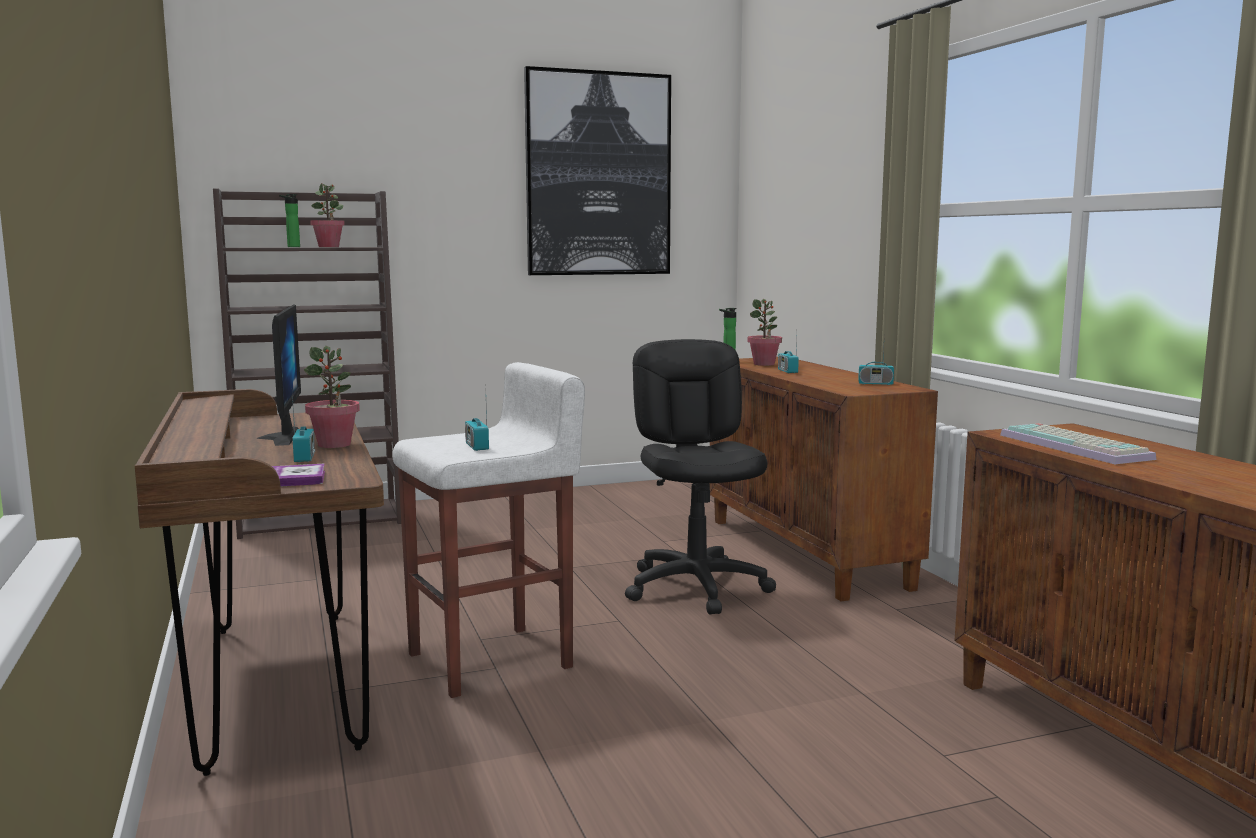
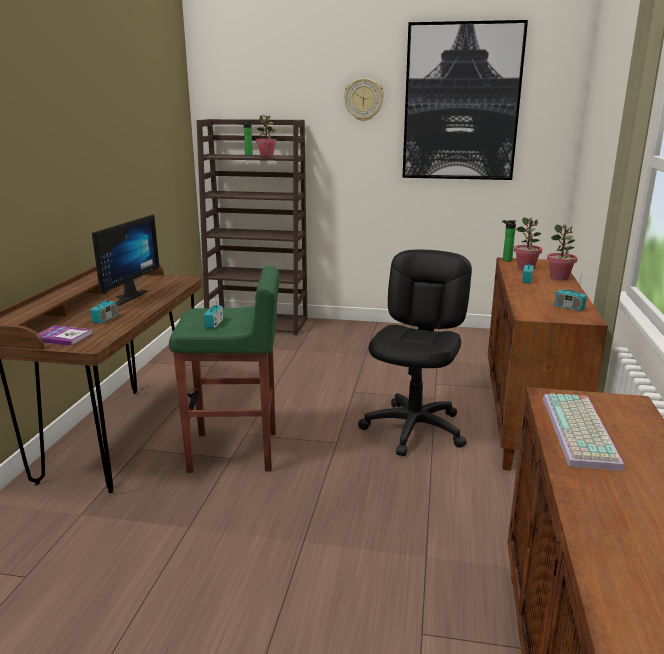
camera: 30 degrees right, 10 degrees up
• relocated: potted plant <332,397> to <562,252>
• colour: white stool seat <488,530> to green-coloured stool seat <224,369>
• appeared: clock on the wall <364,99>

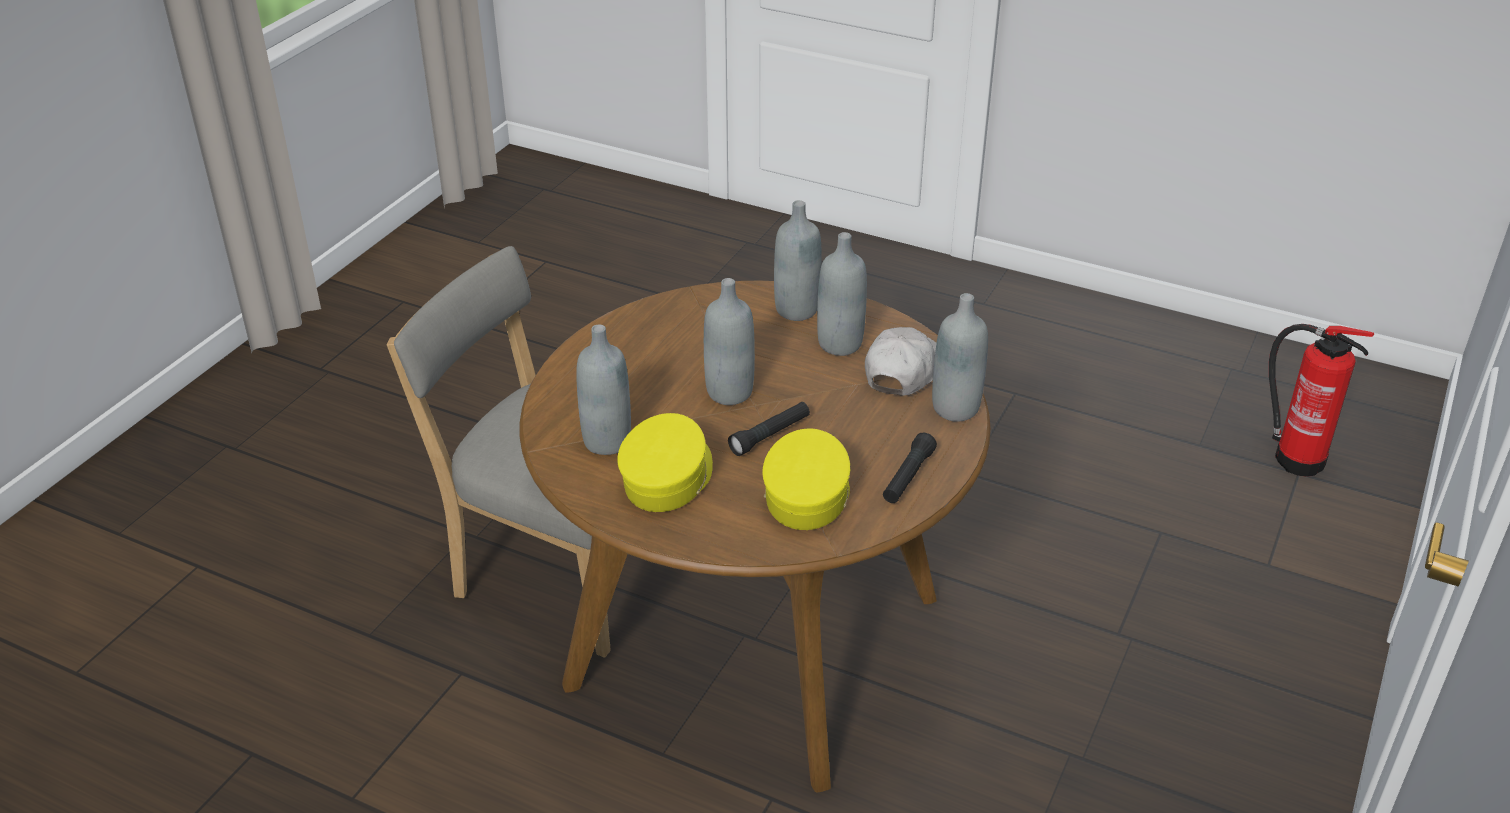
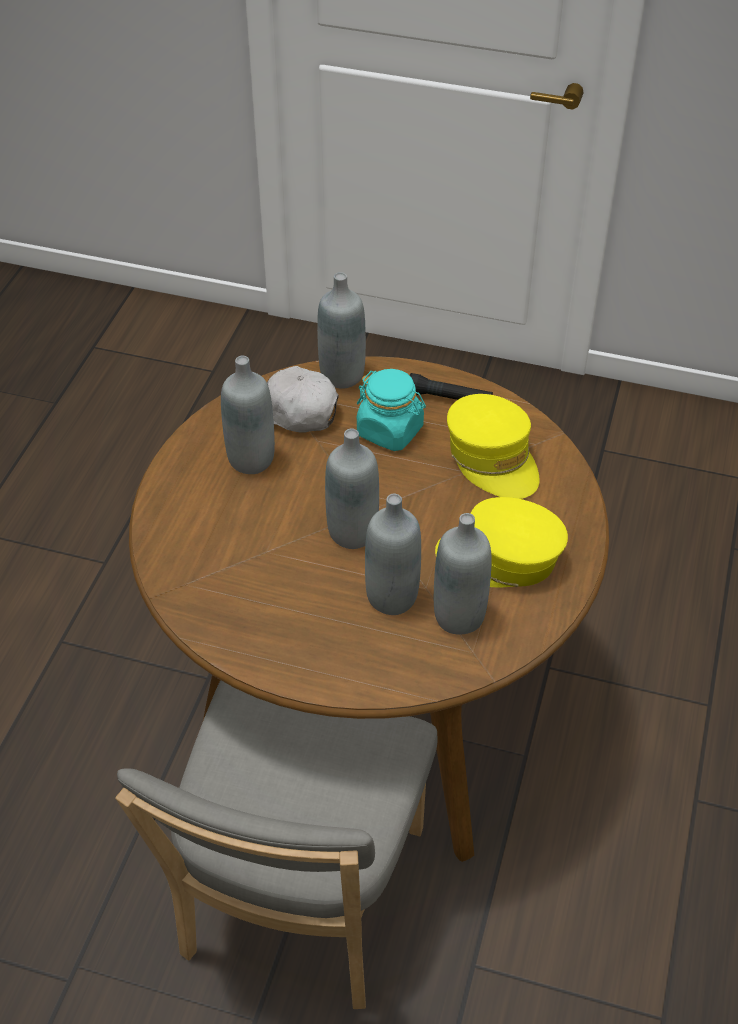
camera: 100 degrees left, 10 degrees up
• missing: black-coloured hand torch <769,429>
• spun: yellow cap <806,479> = <493,446> 120 degrees counterclockwise
• relocated: greyish drink bottle <798,260> to <393,554>
• missing: fire extinguisher <1321,400>
• appeared: blue-green jar <391,410>

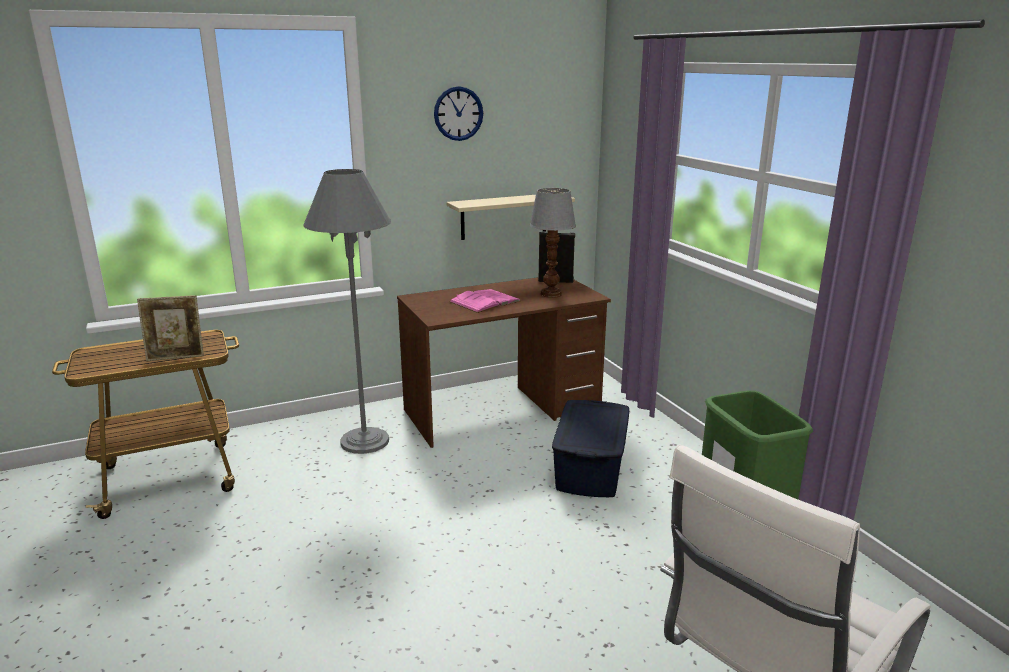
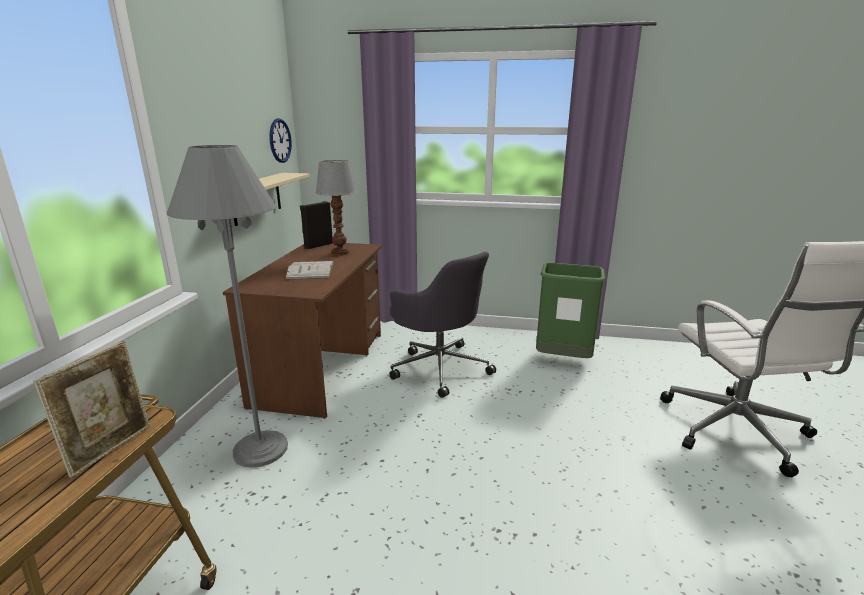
camera: 55 degrees left, 0 degrees up
• relocated: clock on the wall <458,113> to <280,140>
• colour: pink-coloured book <485,301> to white book <309,270>
• exchanged: bluish storage bin <590,448> to greyish desk chair <442,325>

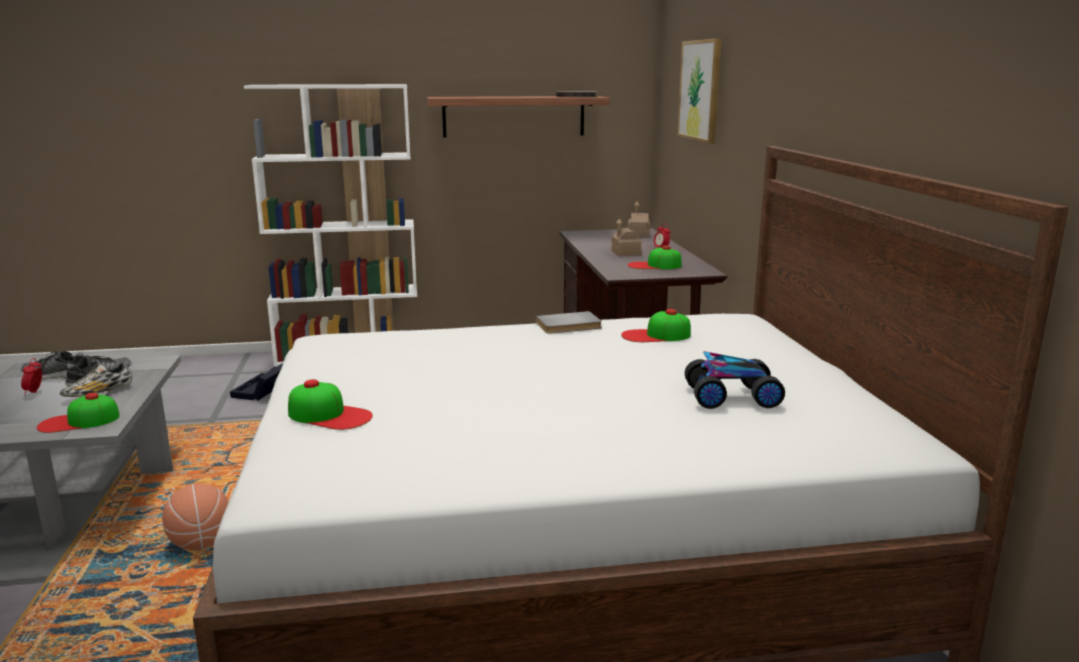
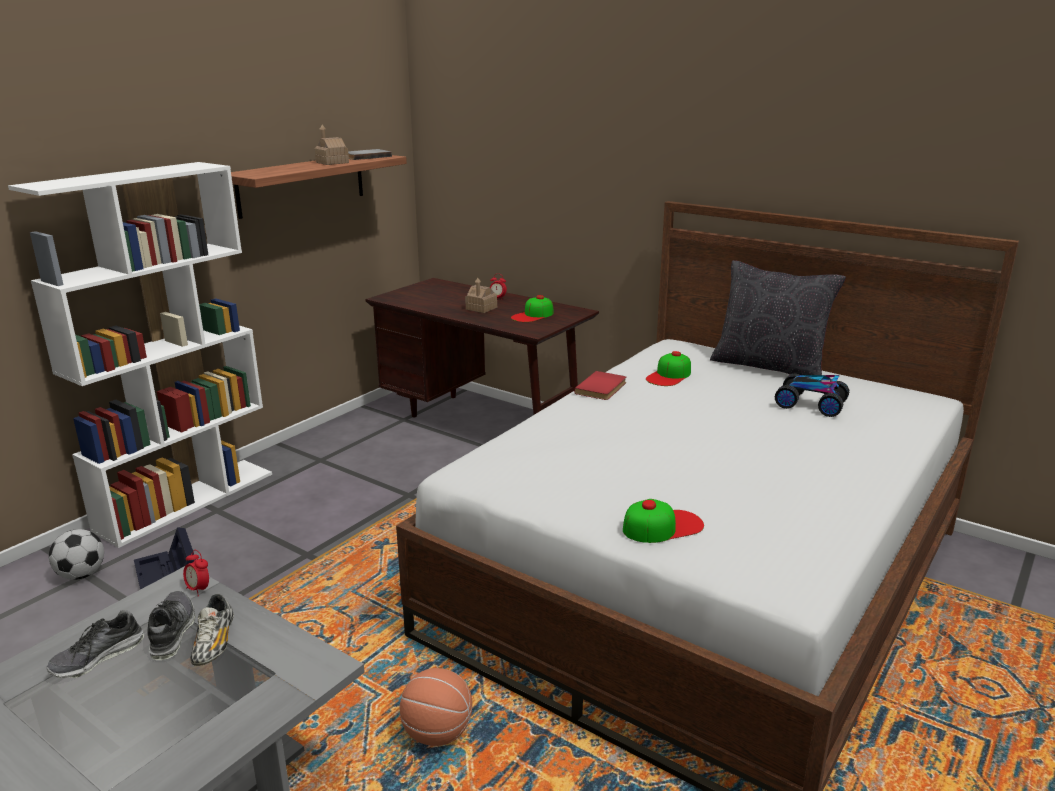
camera: 45 degrees left, 5 degrees up
• relocated: table clock <31,377> to <196,573>
• missing: cap <78,413>
• colour: greyish book <568,322> to reddish book <600,385>
• relocated: toy house <639,219> to <332,145>
• missing: wall art <699,90>
• spun: model car <734,380> = <812,395> 105 degrees counterclockwise
• appeared: football ball <76,554>
• appeared: black-coloured throw pillow <778,317>

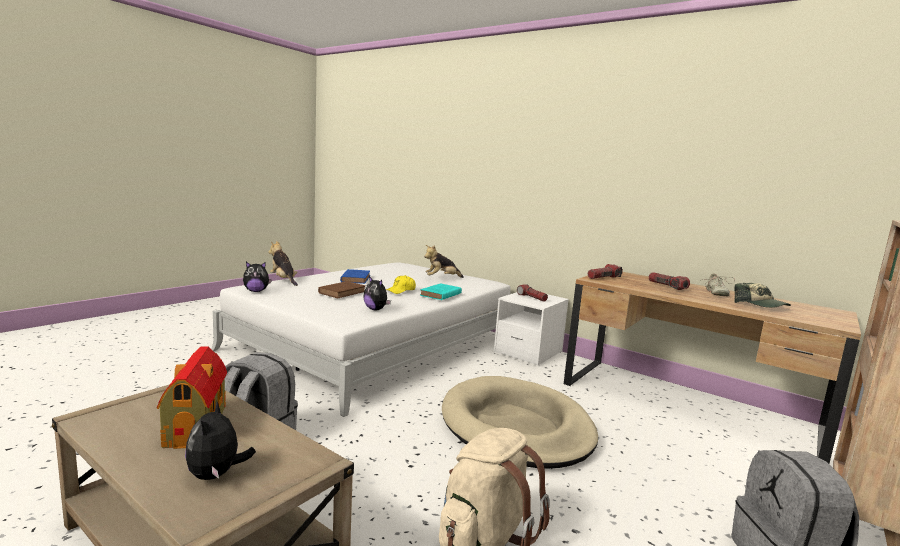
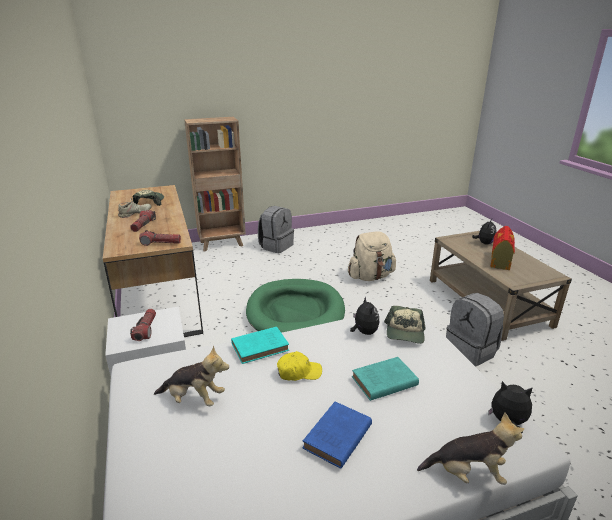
camera: 145 degrees left, 15 degrees up
• spun: plush toy <283,263> = <470,448> 75 degrees counterclockwise
• colour: brownish book <341,289> to blue-green book <385,379>
• colour: beige-coloured dog bed <520,422> to green-coloured dog bed <295,306>
• appeared: cap <405,325>

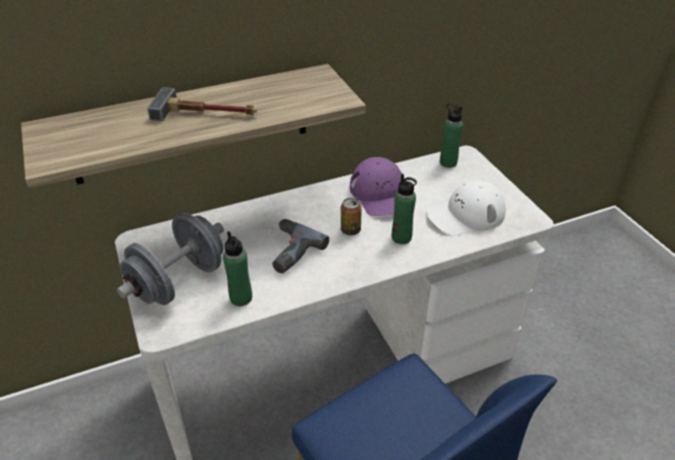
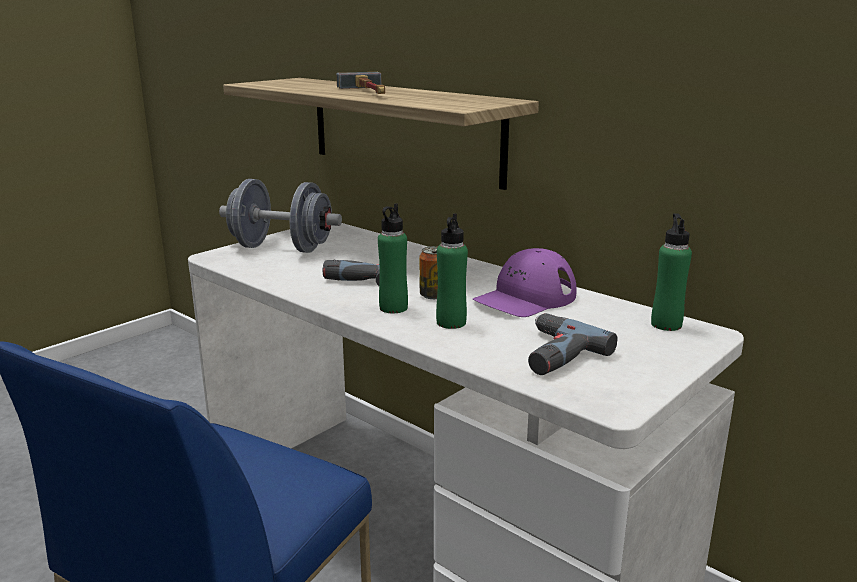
camera: 65 degrees right, 20 degrees down
• relocated: green-coloured drink bottle <237,268> to <393,258>
• exchanged: white cap <466,208> to drill <572,344>

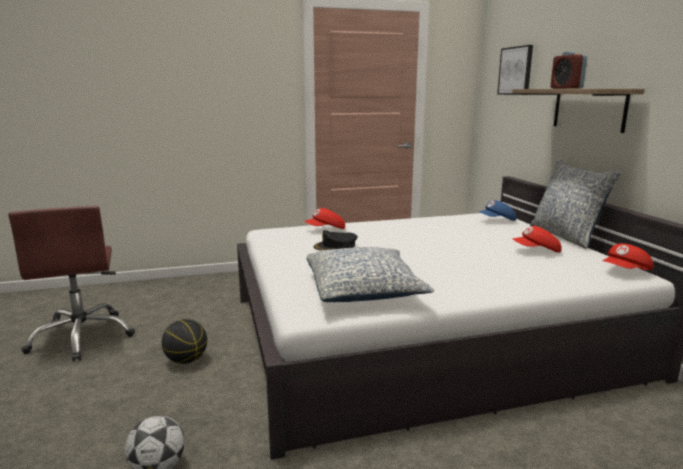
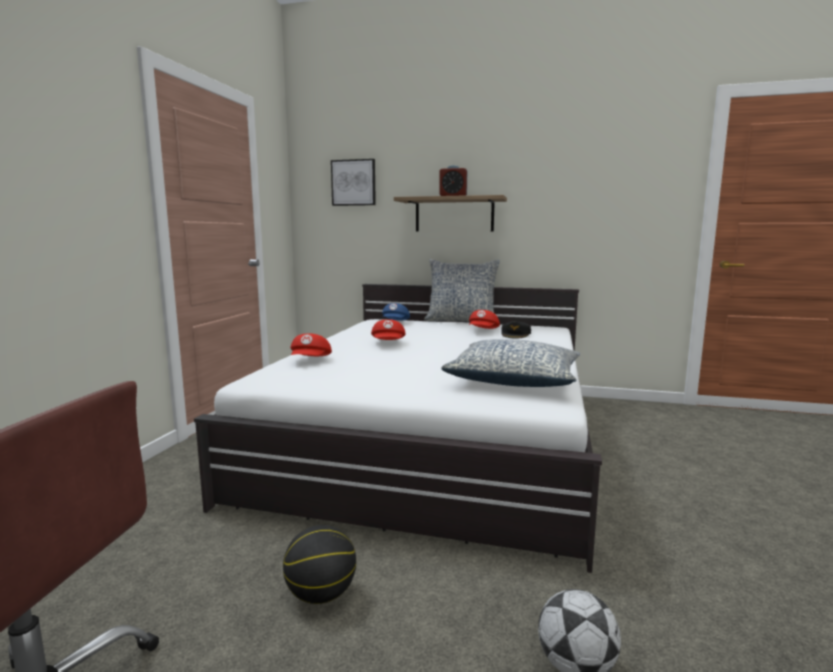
camera: 60 degrees left, 5 degrees down
• relocated: black-coloured cap <336,240> to <516,330>
• relocated: reddish cap <628,256> to <388,329>

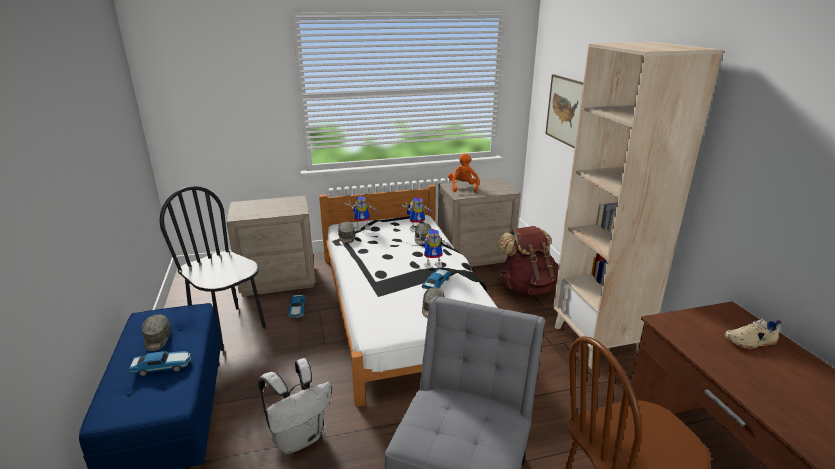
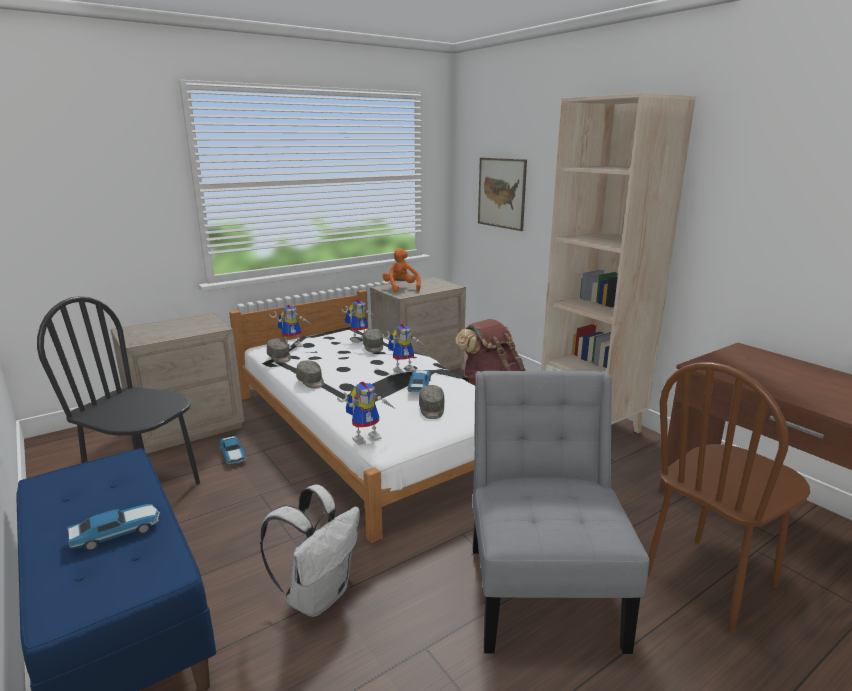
camera: 20 degrees left, 5 degrees down
• relocated: greyish cap <156,332> to <310,374>
• missing: beige-coloured item of footwear <753,334>
• appeared: robot figure <365,413>

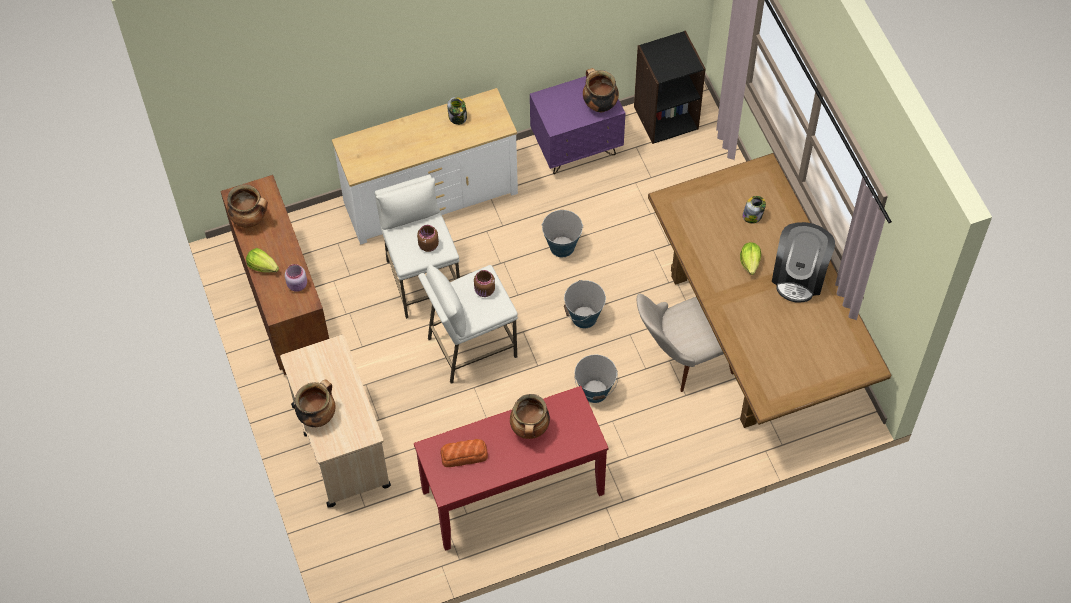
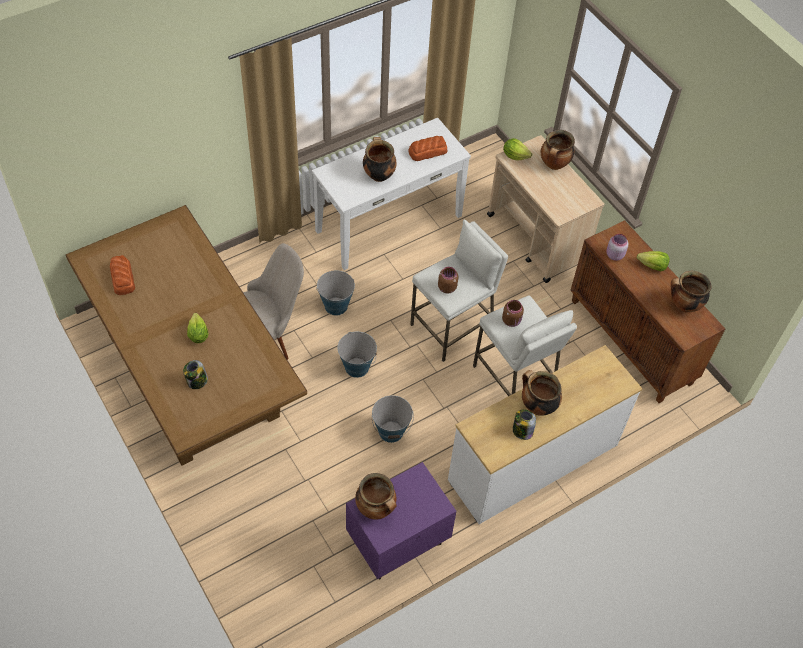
camera: 165 degrees right, 5 degrees down
• colour: reddish hall table <511,468> to white hall table <391,194>
• missing: black-coloured bookshelf <670,87>
• missing: coffee maker <803,262>
• appeared: baked bread <122,275>
• appeared: lettuce <517,149>
• appeared: stockpot <542,393>

